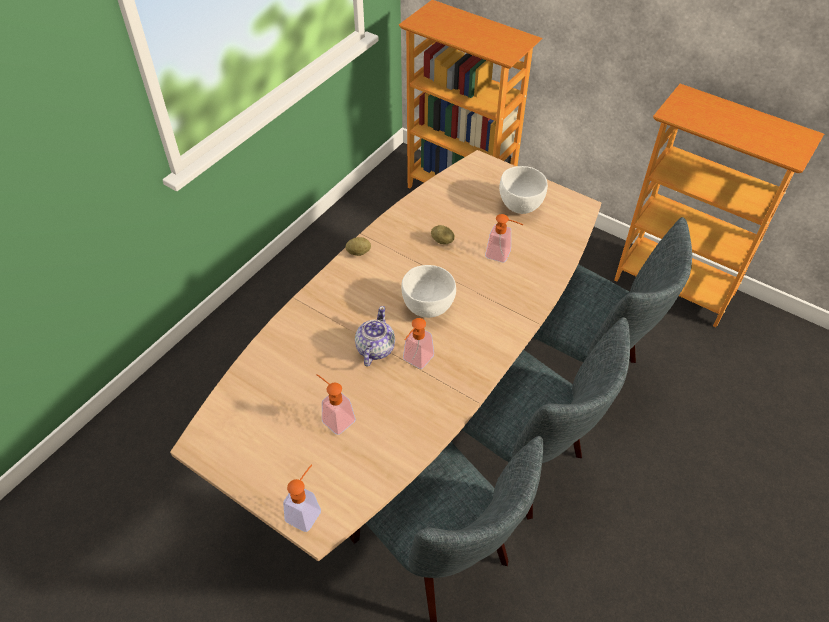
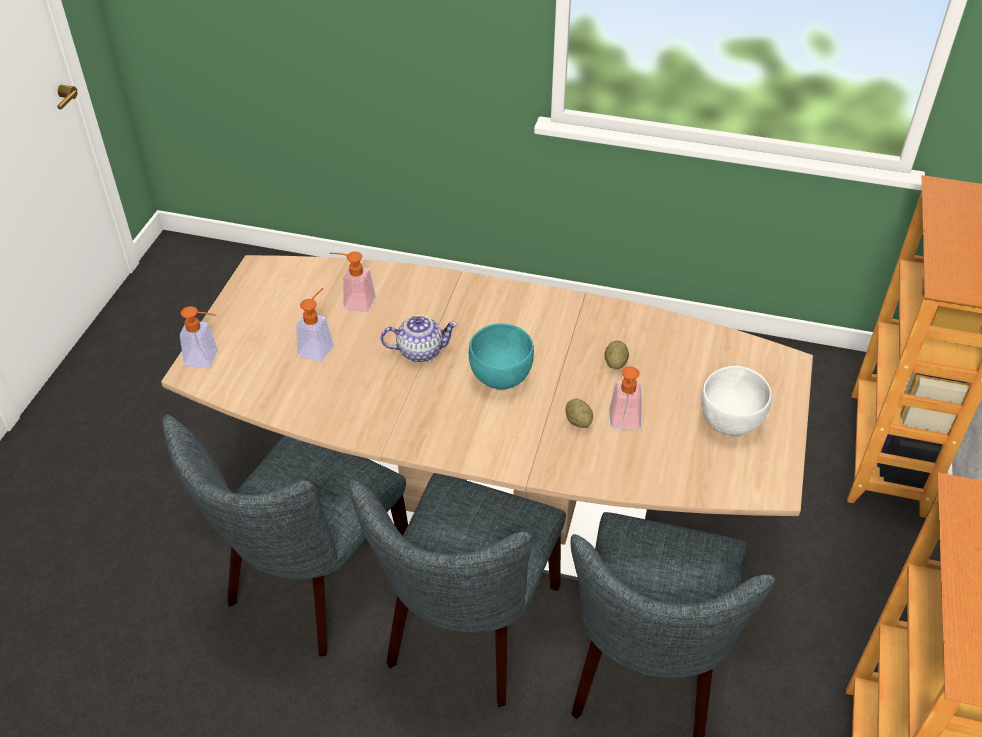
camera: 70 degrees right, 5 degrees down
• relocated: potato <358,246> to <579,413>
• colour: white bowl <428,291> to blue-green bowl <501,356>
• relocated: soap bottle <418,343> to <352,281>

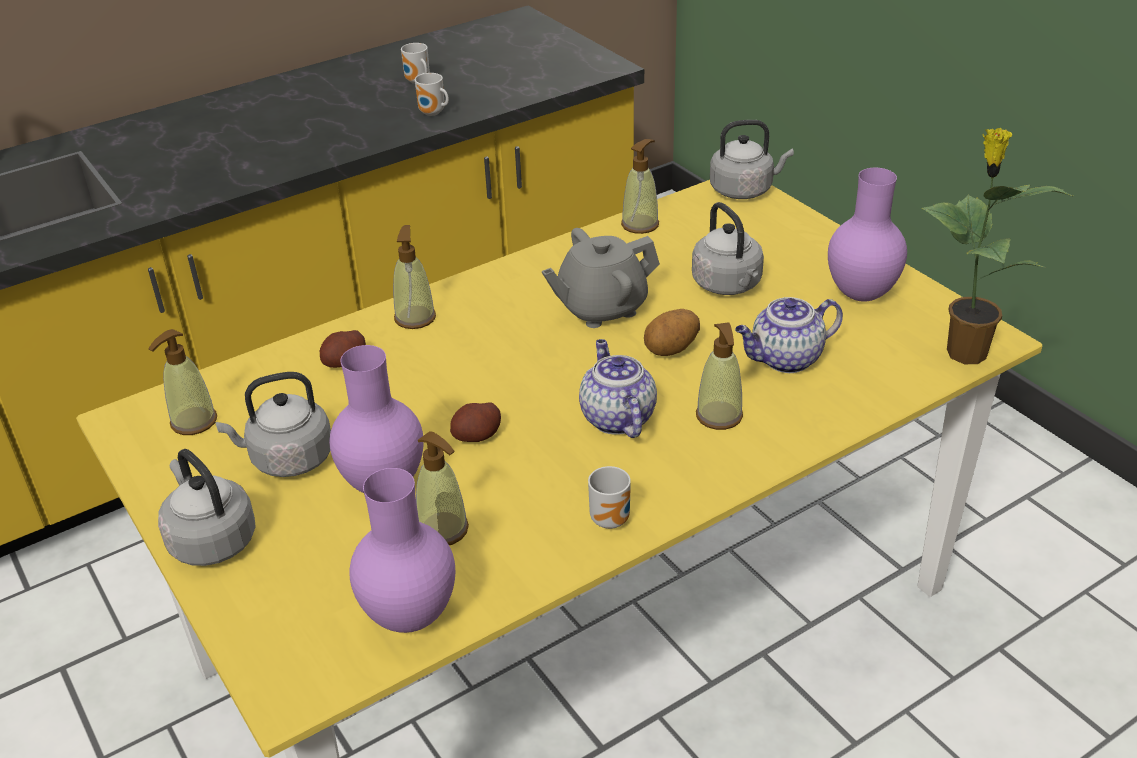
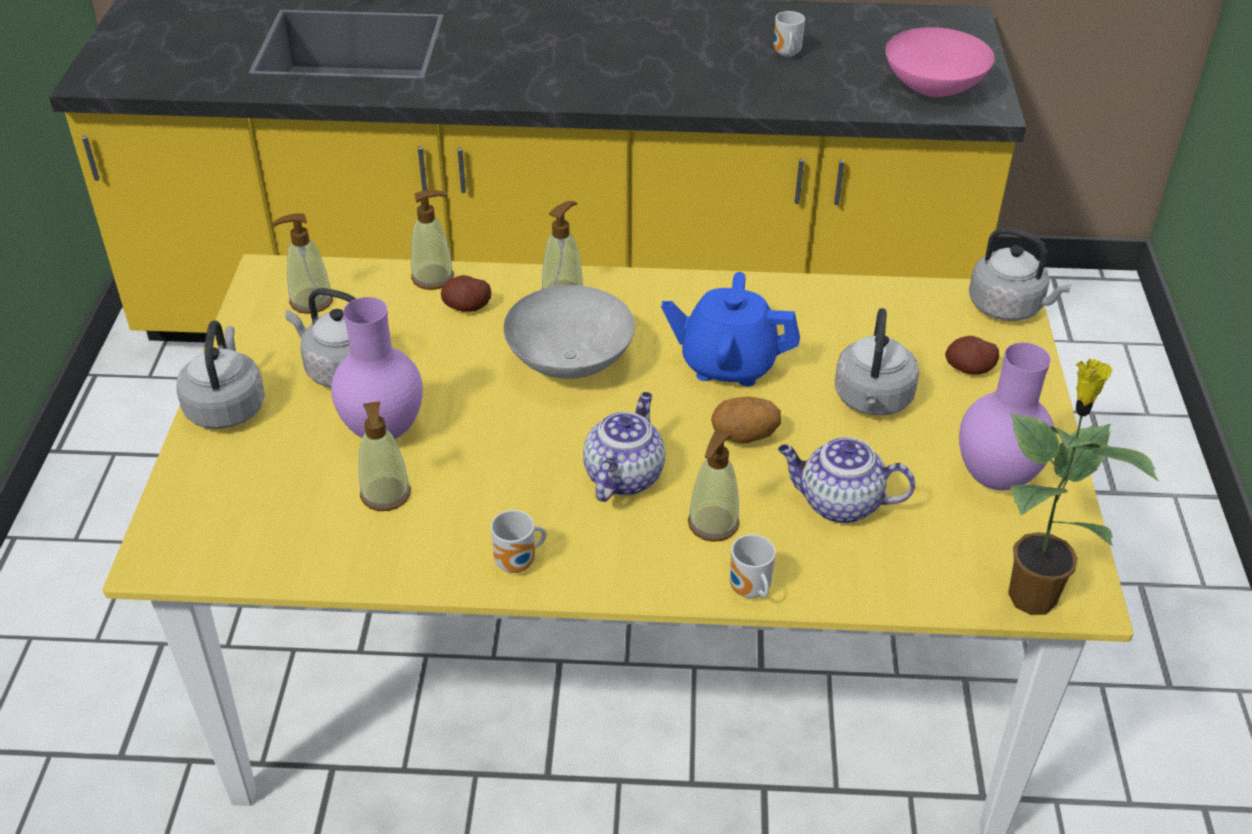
camera: 35 degrees right, 5 degrees up
• missing: purplish decorative vase <402,550>
• relocated: tea mug <432,94> to <753,566>
• relocated: potato <475,422> to <972,355>
• colour: greyish tea pot <601,278> to bluish tea pot <730,329>
• relocated: soap bottle <640,186> to <432,240>
• appeared: greyish bowl <569,332>
• appeared: pink-coloured bowl <940,62>

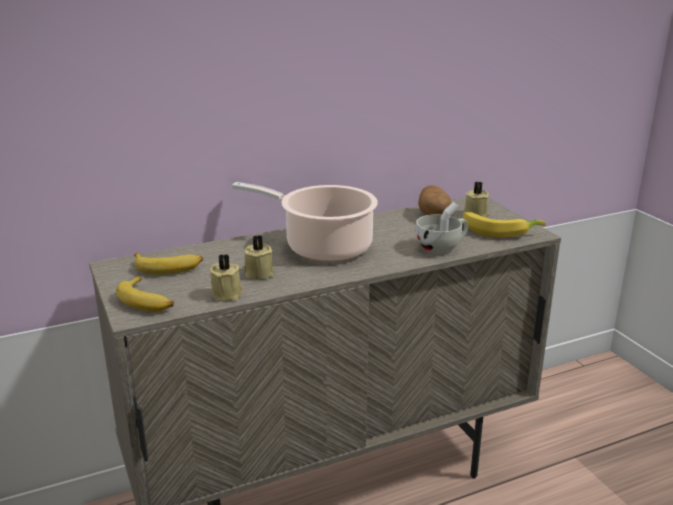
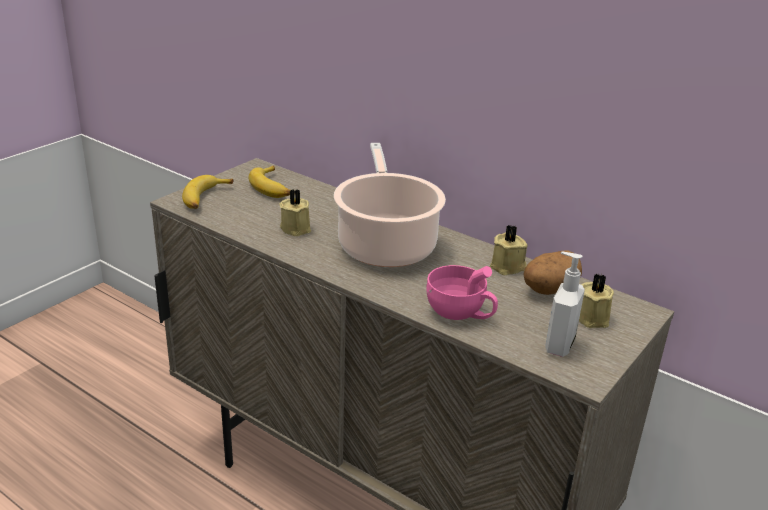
camera: 60 degrees right, 5 degrees up
• relocated: beige-coloured candle <226,278> to <509,250>
• colour: white small cup <442,227> to pink-coloured small cup <462,292>
• exchanged: banana <504,225> to soap bottle <565,304>

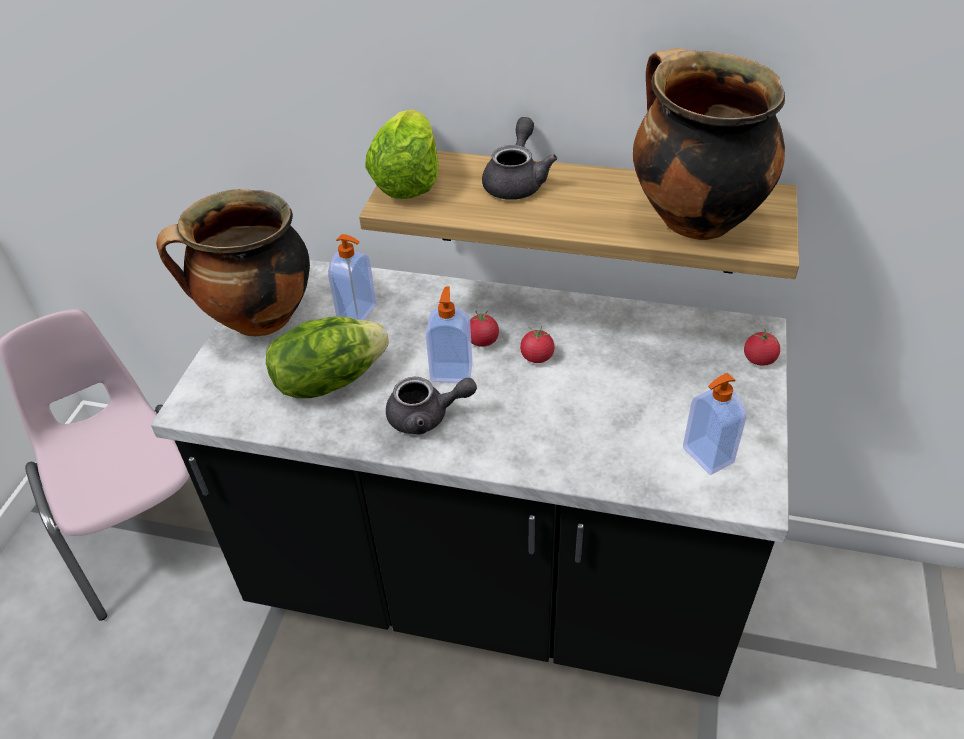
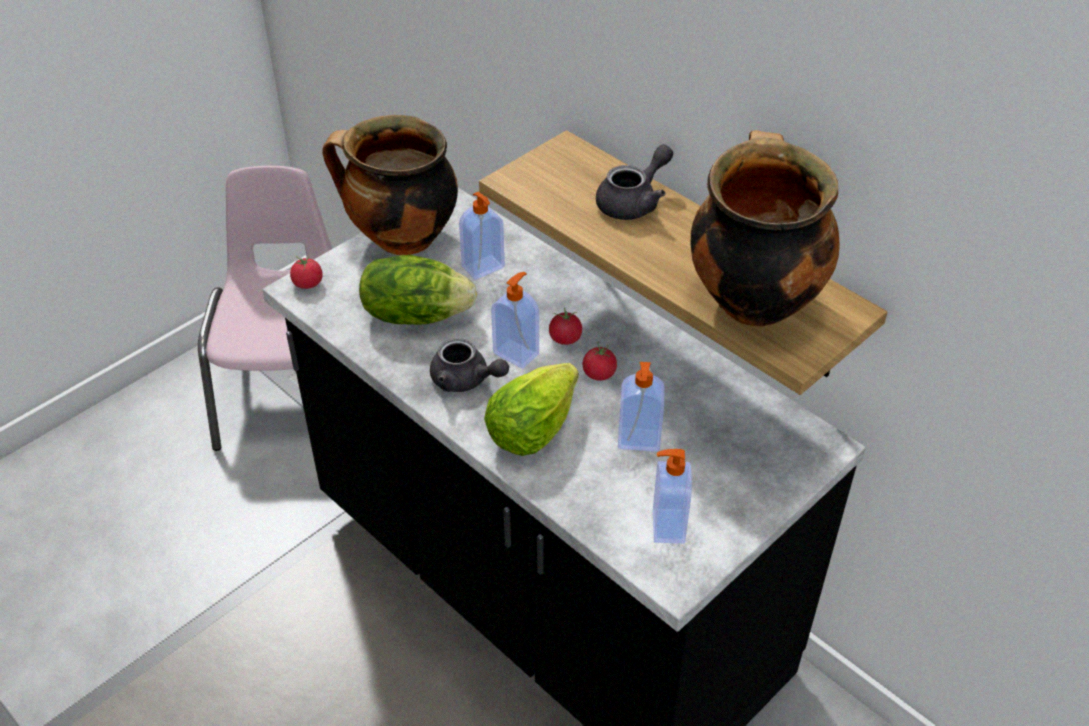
camera: 30 degrees right, 0 degrees up
• relocated: lettuce <402,154> to <531,409>
• relocated: tomato <762,347> to <306,272>
• appeared: soap bottle <641,406>

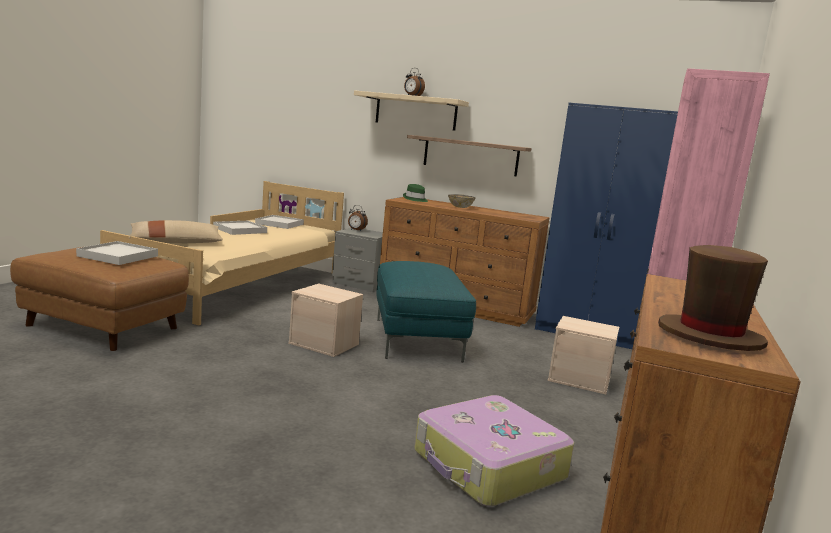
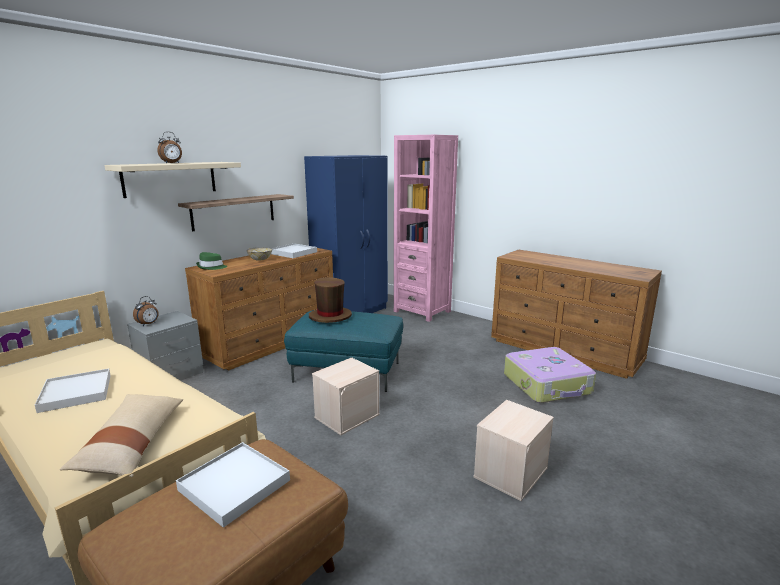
camera: 70 degrees left, 5 degrees up
• relocated: white carrying tray <279,222> to <294,250>
• relocated: beige-coloured storage bin <583,355> to <513,450>
• relocated: brownish wearable hat <713,298> to <330,300>

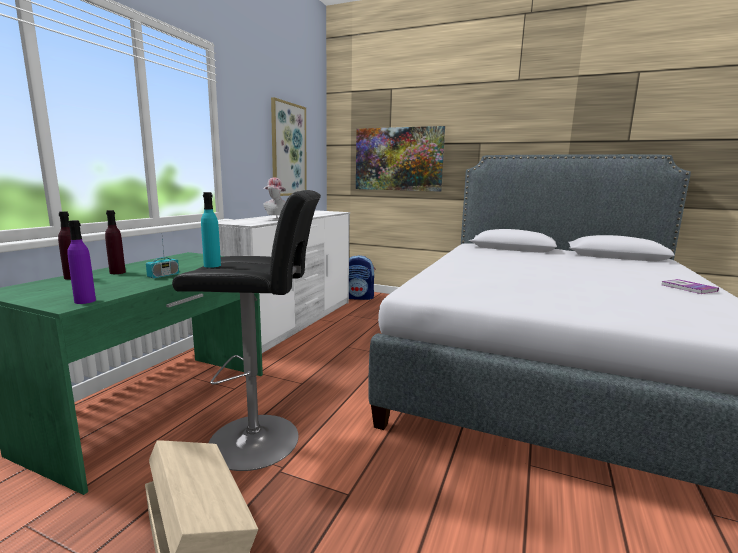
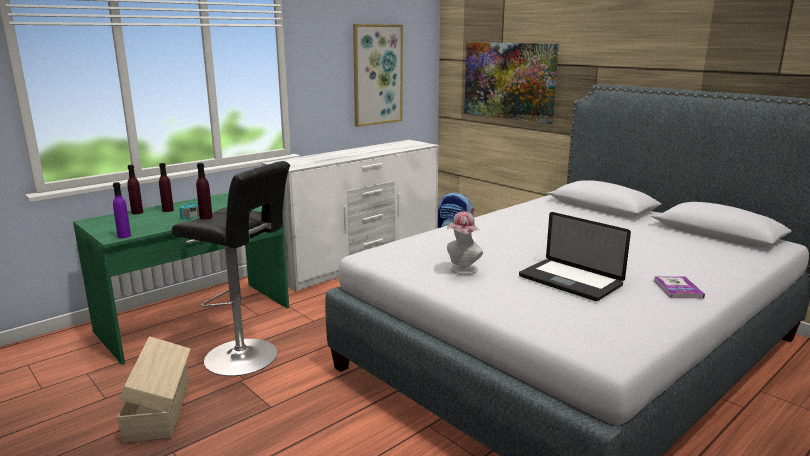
camera: 25 degrees right, 5 degrees up
• colour: blue-green drink bottle <211,230> to purplish drink bottle <204,191>
• relocated: wearable hat <274,199> to <465,243>
• appeared: notebook computer <575,256>

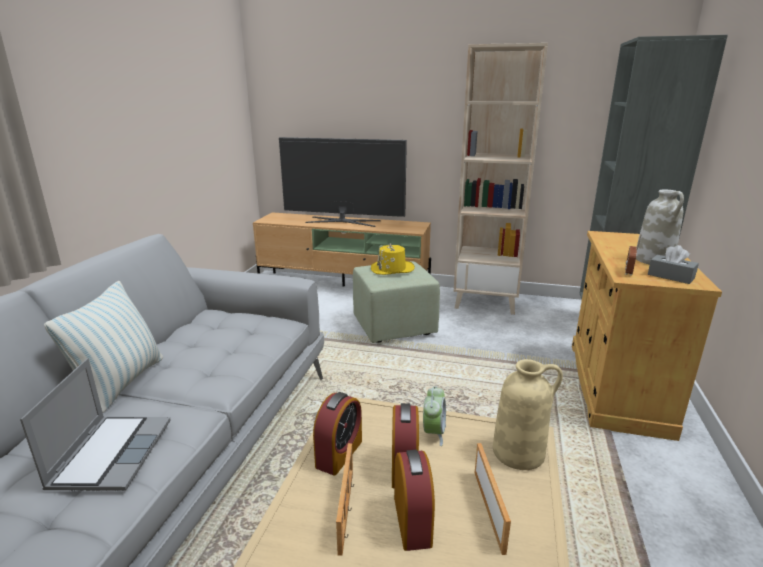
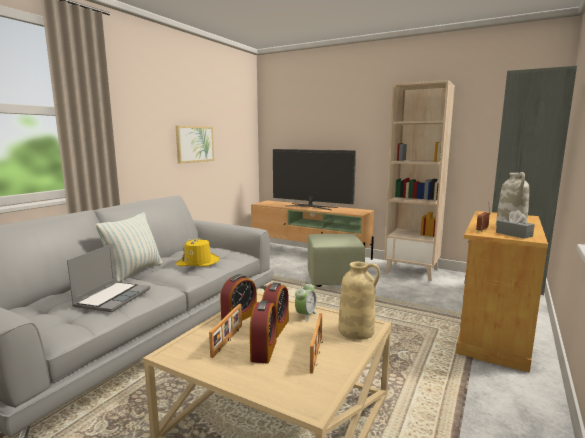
camera: 15 degrees right, 10 degrees down
• relocated: yellow wearable hat <393,259> to <198,252>
• appeared: wall art <195,145>

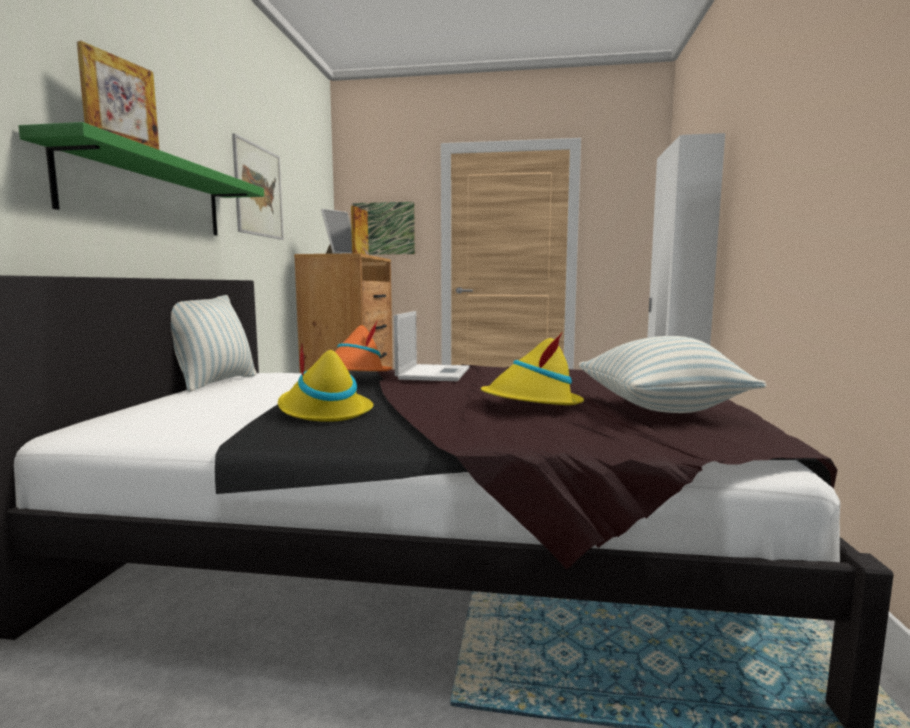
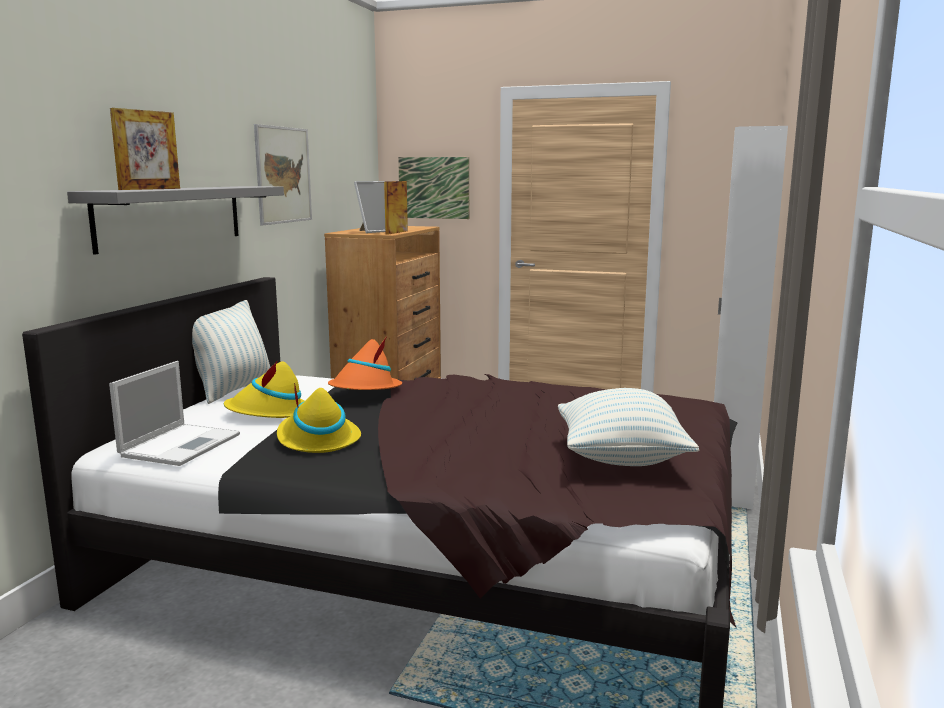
camera: 10 degrees right, 5 degrees up
• colour: green-coloured bracket shelf <141,178> to greyish bracket shelf <175,220>
• relocated: notebook computer <431,346> to <174,413>
• relocated: yellow wearable hat <532,369> to <264,389>

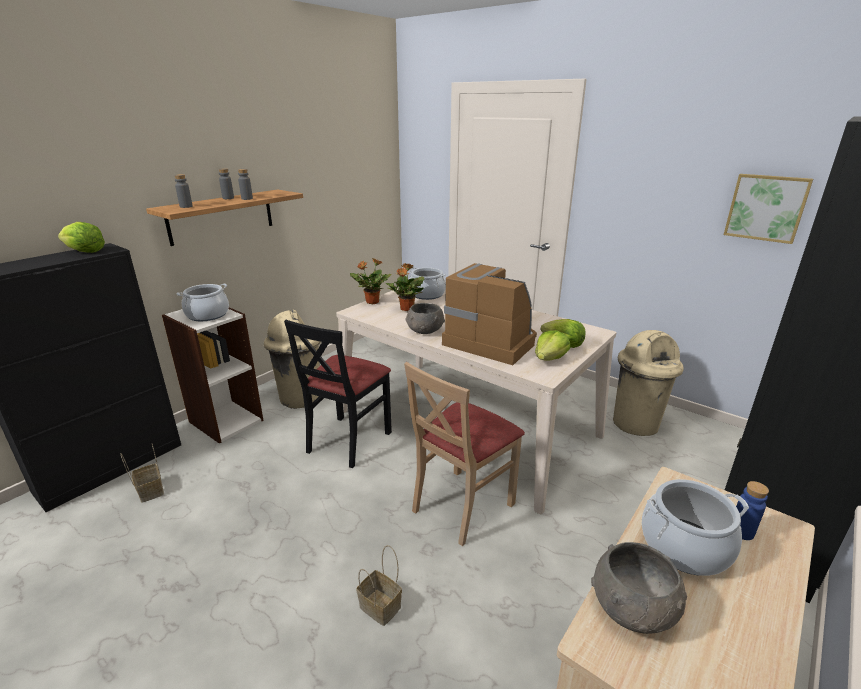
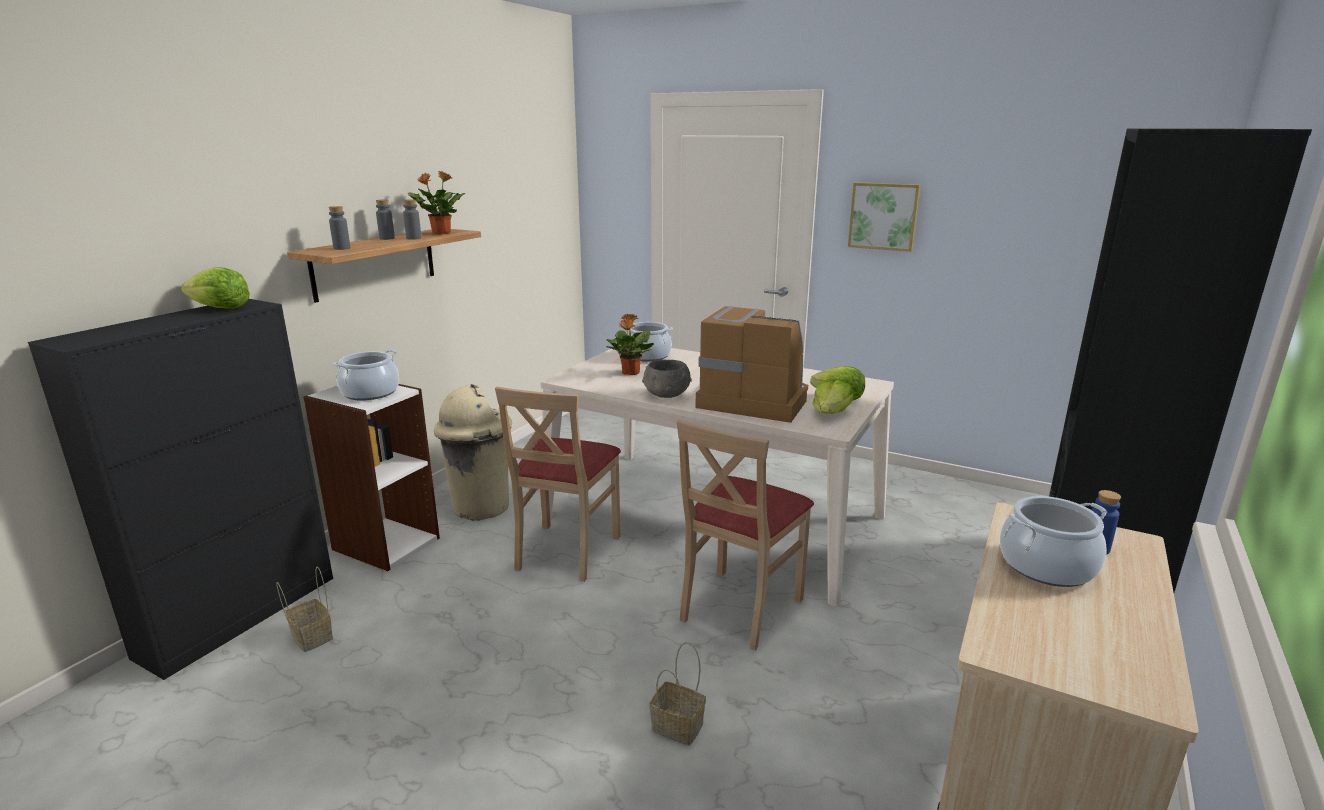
camera: 10 degrees left, 5 degrees down
• colour: black-coloured chair <338,394> to beige-coloured chair <558,484>
• relocated: potted plant <371,281> to <436,203>
• missing: greyish bowl <639,588>
• missing: beige-coloured rubbish bin <648,383>
• relocated: wall art <768,209> to <884,217>

